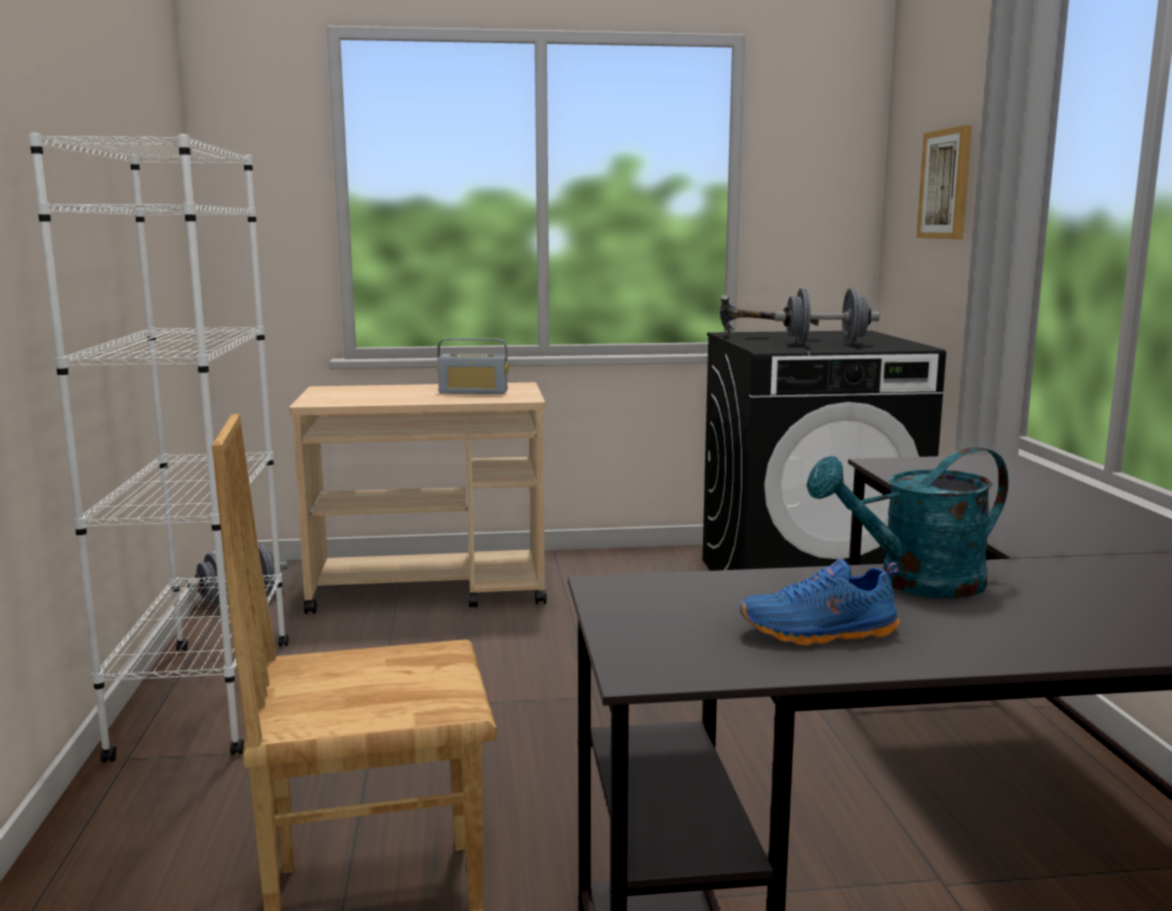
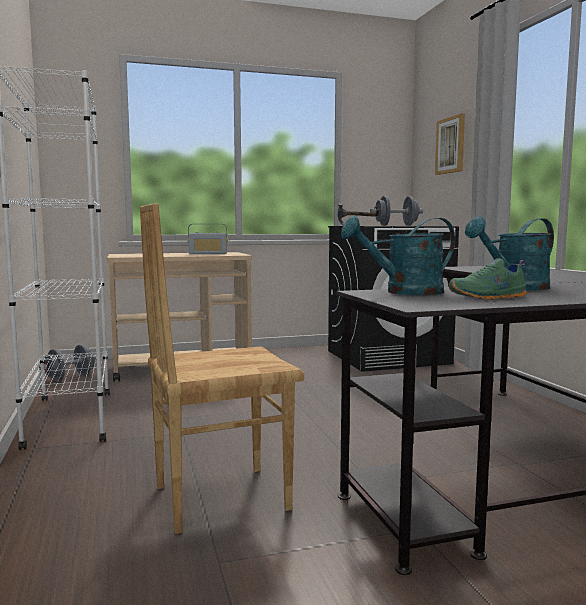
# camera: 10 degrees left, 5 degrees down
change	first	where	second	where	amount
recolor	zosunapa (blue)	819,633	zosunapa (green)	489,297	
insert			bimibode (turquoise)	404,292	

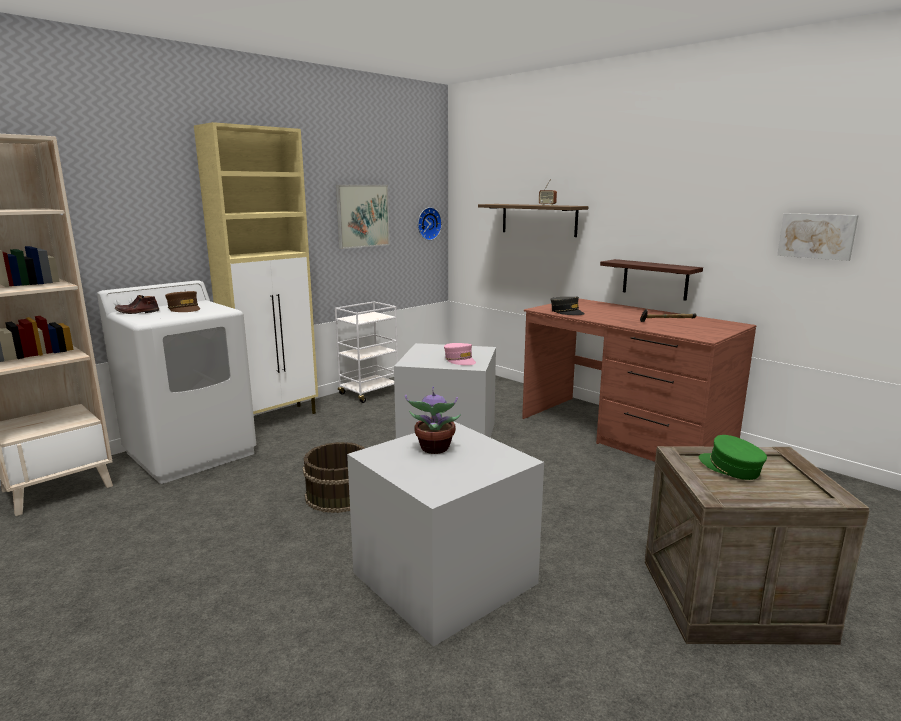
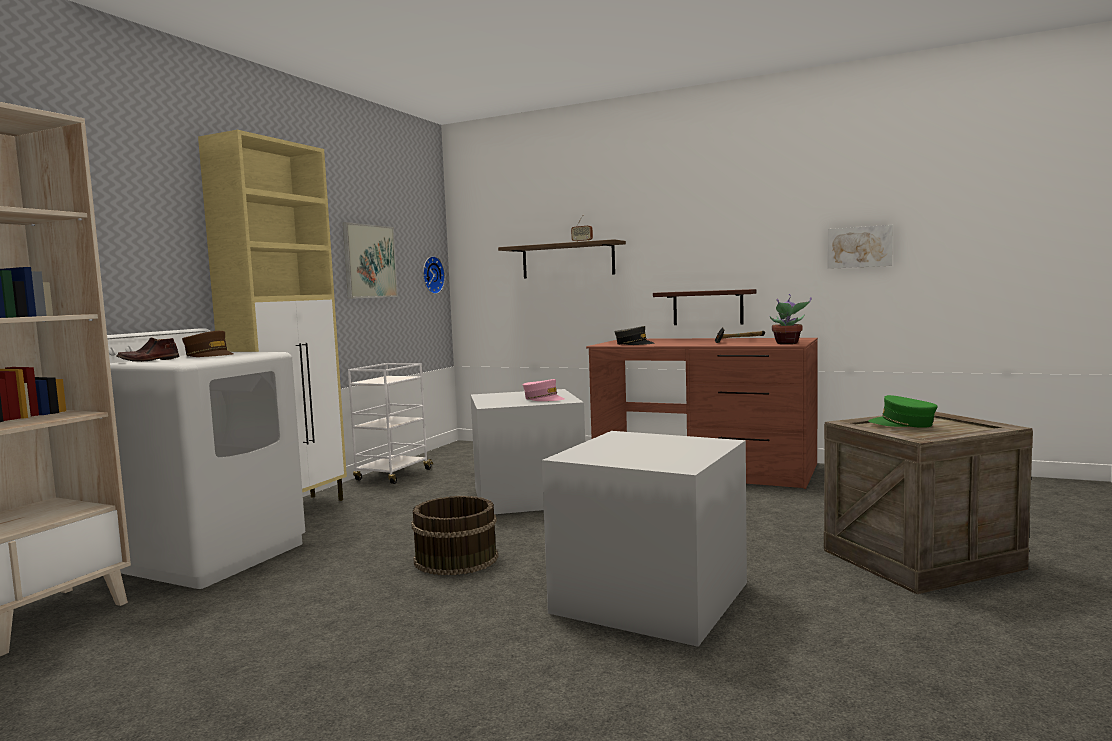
# camera: 20 degrees left, 10 degrees down
change	first	where	second	where	amount
move	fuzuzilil	434,449		787,343	

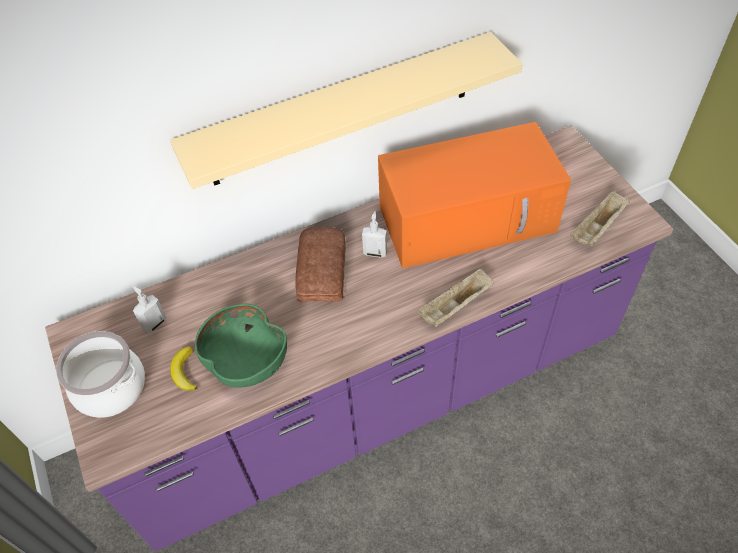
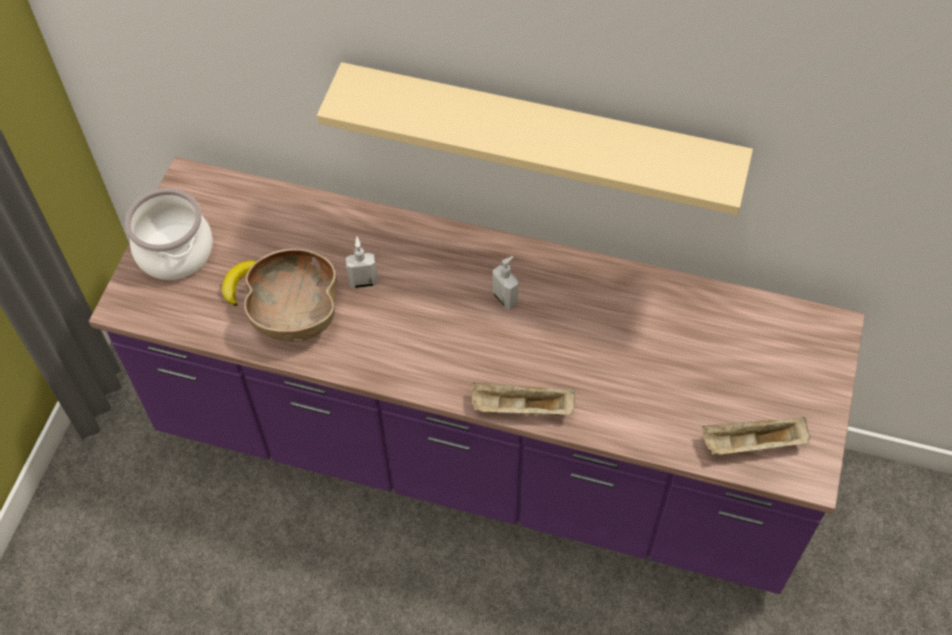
# camera: 40 degrees right, 5 degrees up
change	first	where	second	where	amount
move	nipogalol	154,324		363,281	
recolor	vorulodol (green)	246,362	vorulodol (brown)	295,313	
delete	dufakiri	324,270			
delete	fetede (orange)	469,218			

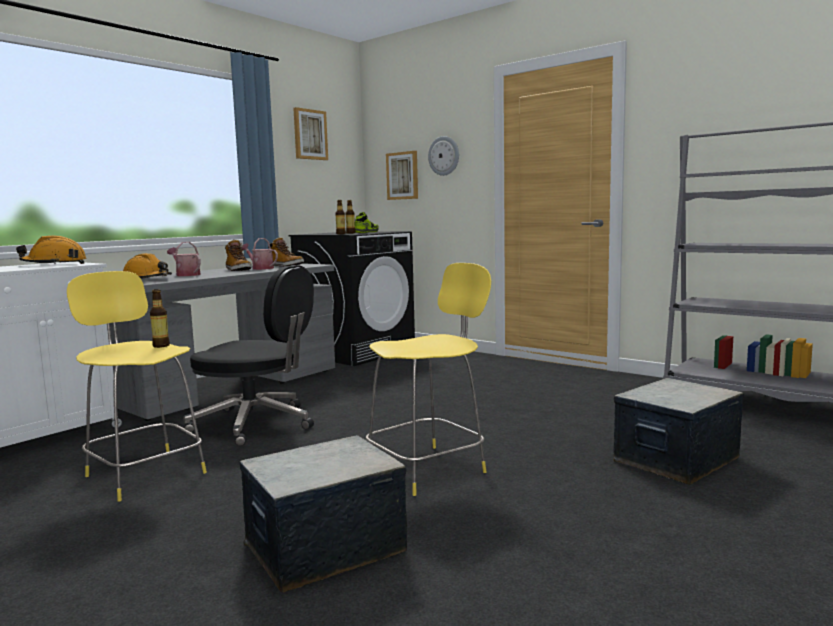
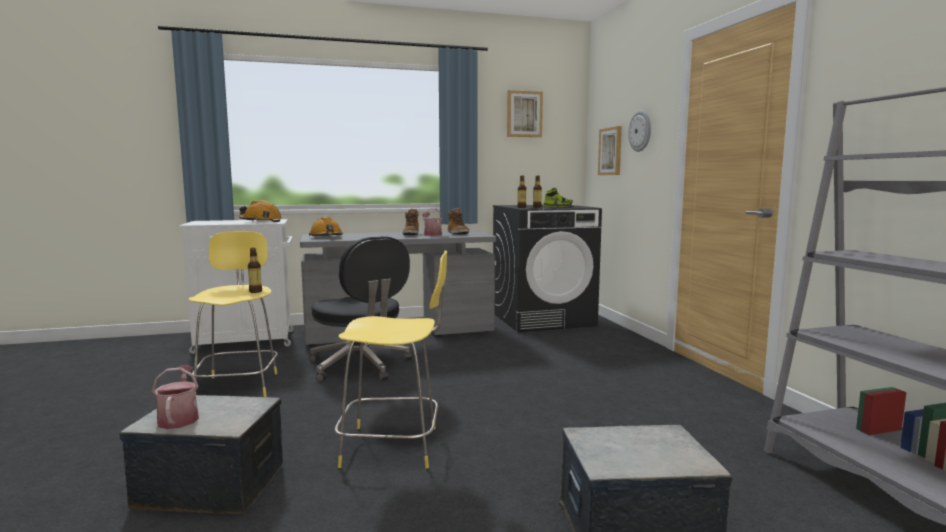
# camera: 35 degrees right, 0 degrees up
change	first	where	second	where	amount
move	bimibode	186,275		179,418	

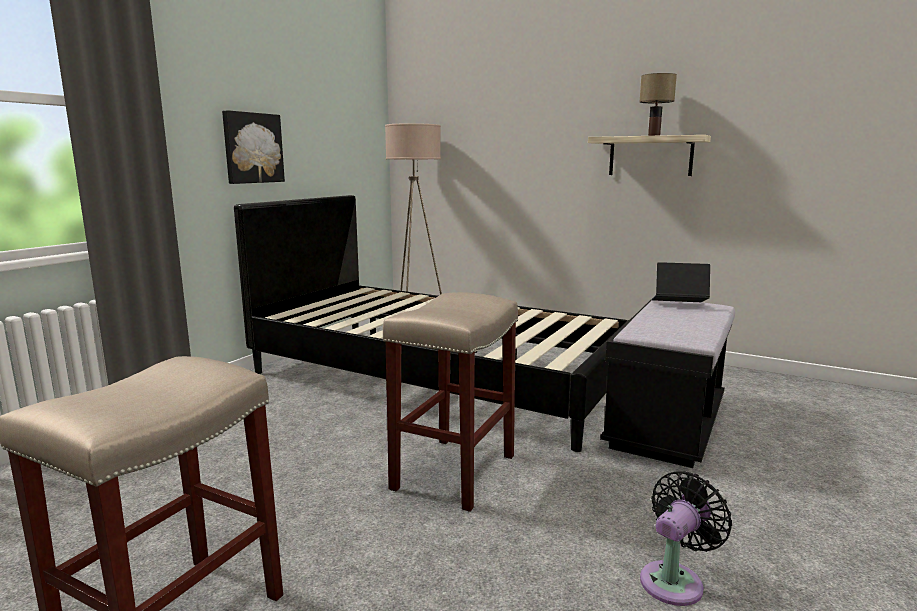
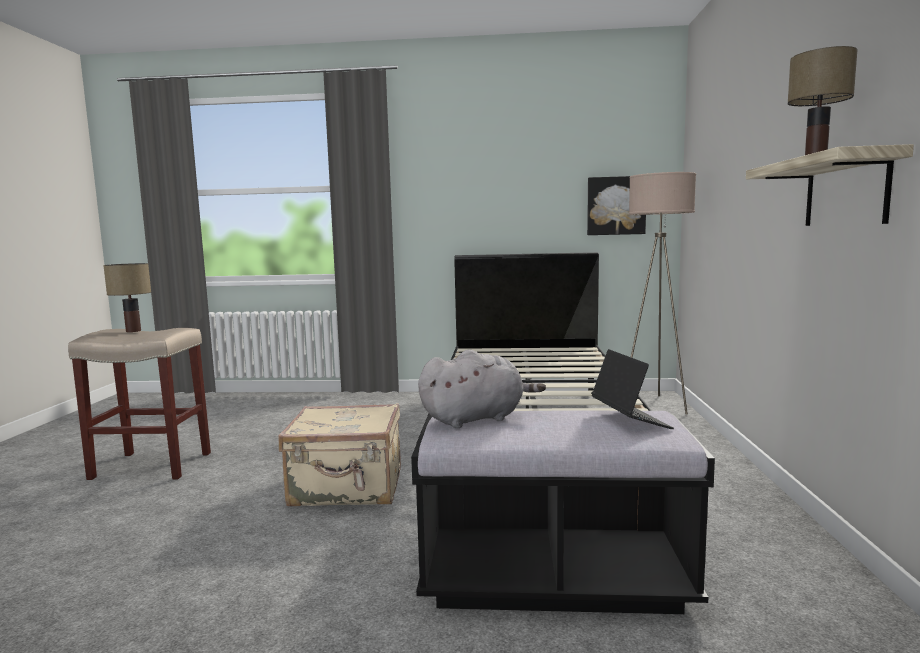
# camera: 65 degrees right, 5 degrees down
change	first	where	second	where	amount
move	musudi	252,148		616,206	
replace	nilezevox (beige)	454,471	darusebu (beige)	348,488	
delete	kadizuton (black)	675,580			
insert			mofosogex	134,331	
insert			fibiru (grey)	476,418	

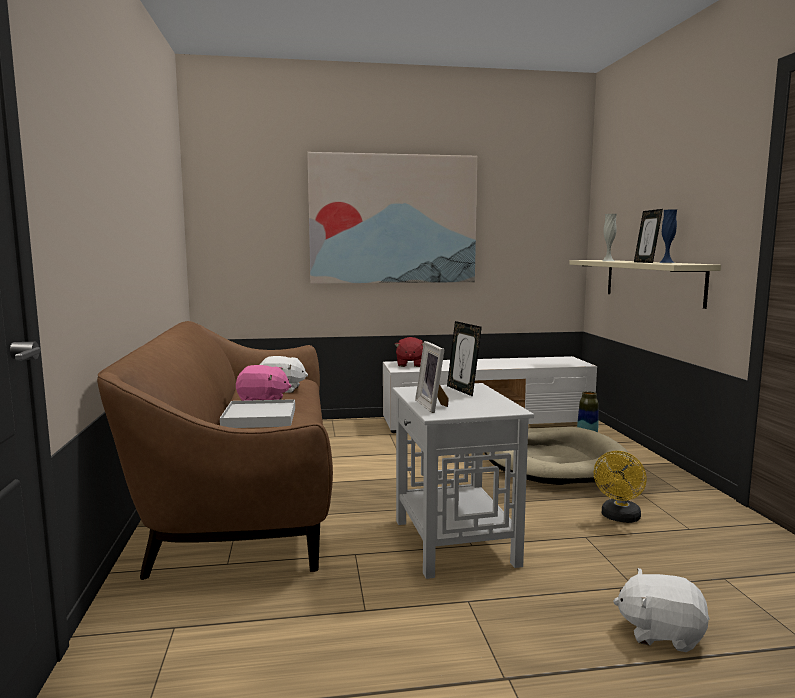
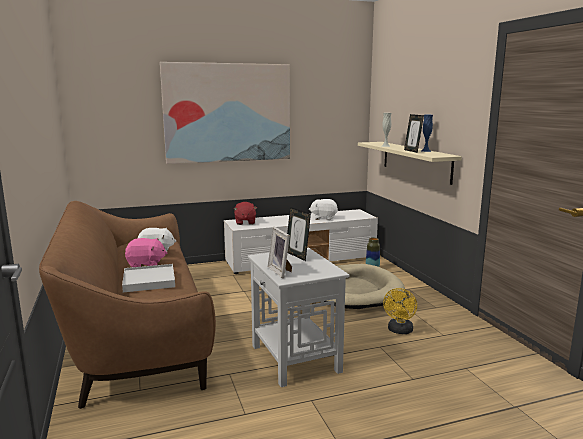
# camera: 10 degrees left, 5 degrees up
change	first	where	second	where	amount
move	fibiru (white)	661,633		324,218	

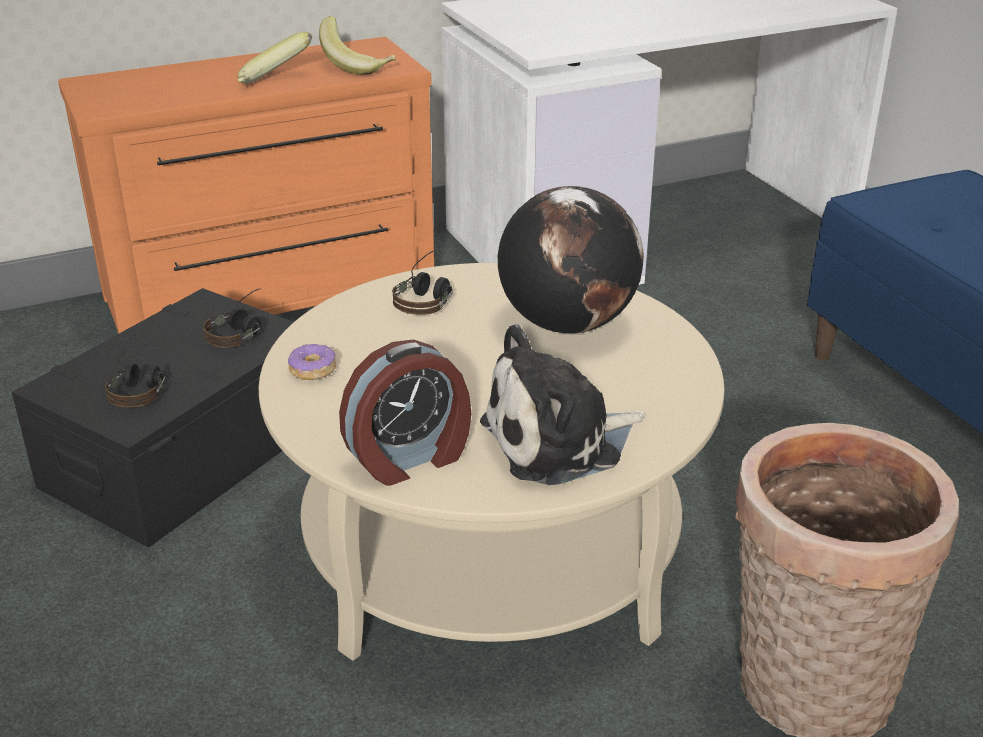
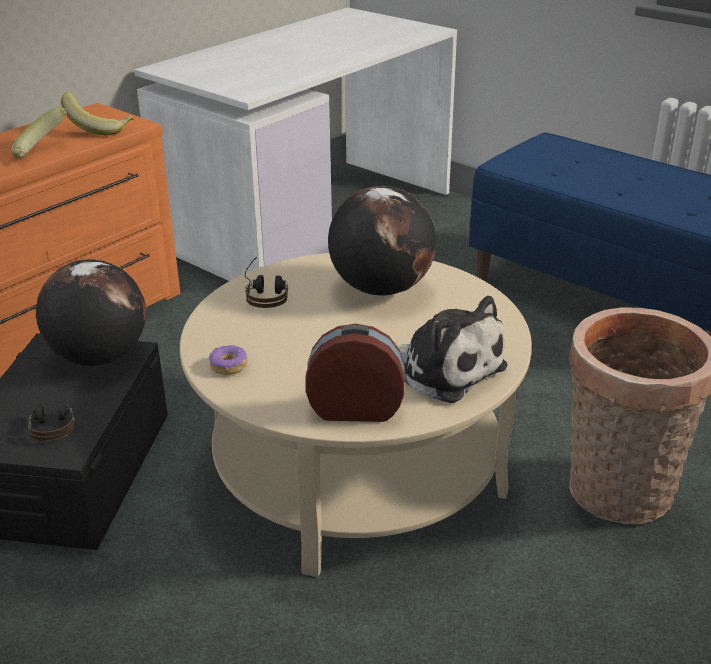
# camera: 25 degrees left, 0 degrees up
change	first	where	second	where	amount
replace	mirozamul	242,330	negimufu	99,357	
rotate	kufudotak	410,458		355,408	120 degrees counterclockwise
rotate	fibiru	559,441		444,368	90 degrees counterclockwise

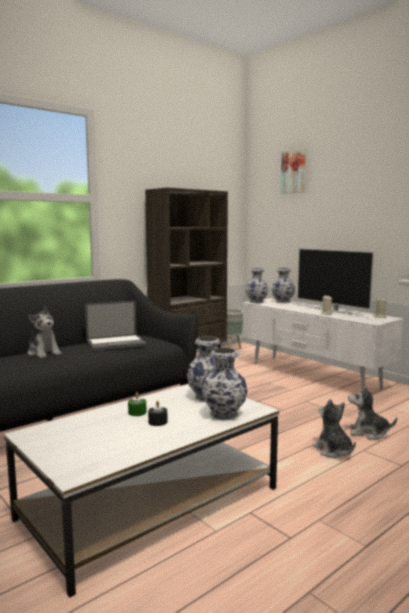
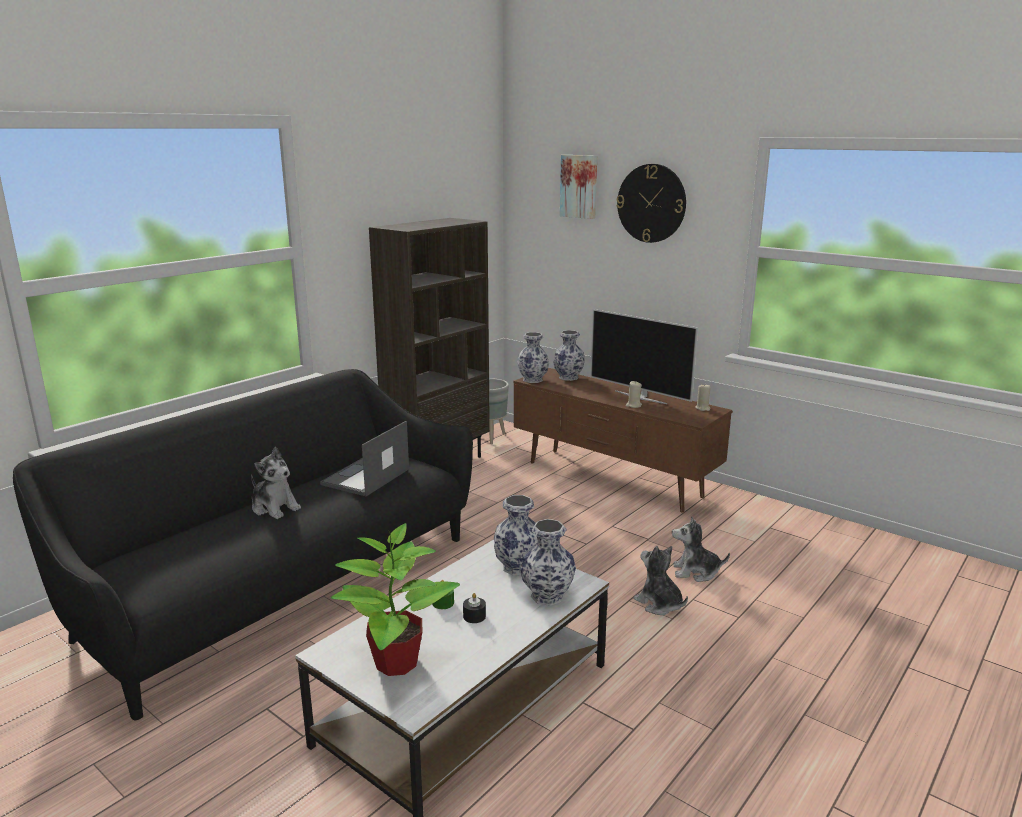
# camera: 10 degrees left, 10 degrees up
change	first	where	second	where	amount
rotate	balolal	116,343		365,477	150 degrees clockwise
recolor	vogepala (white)	312,376	vogepala (brown)	612,480	
insert			fuzuzilil	395,663	
insert			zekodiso	651,203	

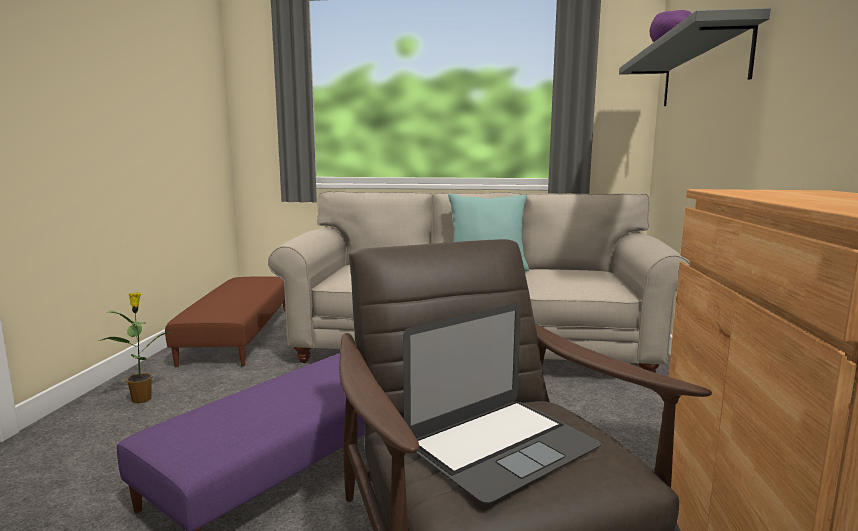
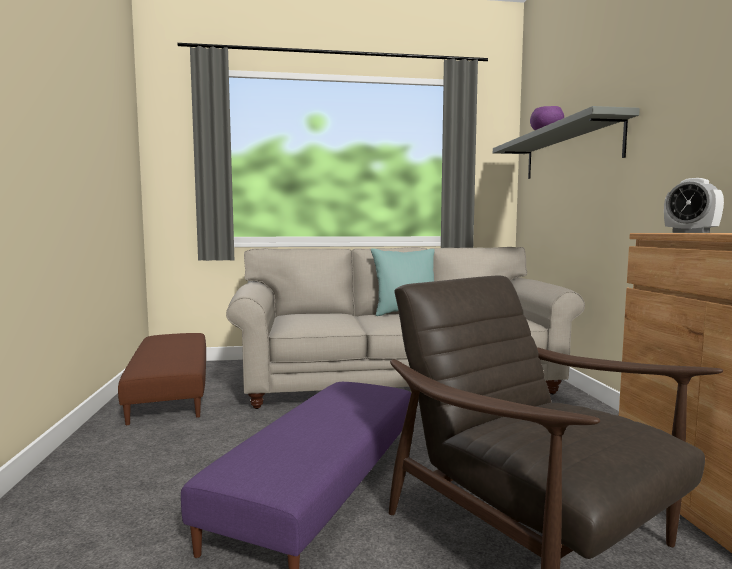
# camera: 15 degrees left, 5 degrees down
change	first	where	second	where	amount
delete	fuzuzilil	142,398			
delete	balolal	501,445			
insert			kufudotak	690,232	

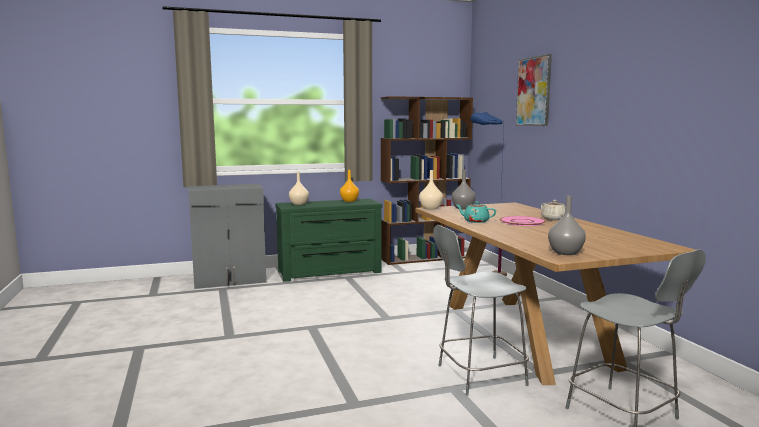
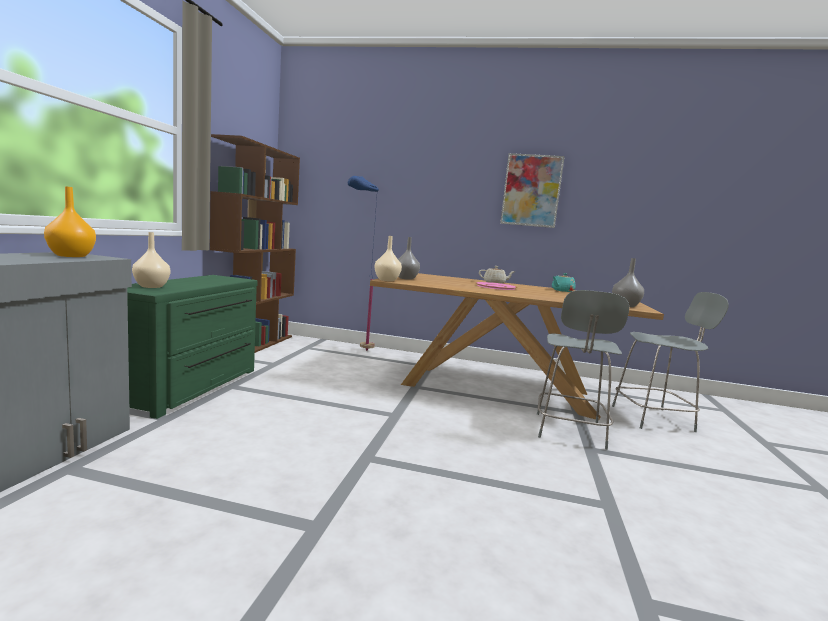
# camera: 60 degrees left, 0 degrees up
change	first	where	second	where	amount
move	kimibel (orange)	349,201		71,256	
move	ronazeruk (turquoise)	475,221		562,291	
move	musudi	534,91		531,190	

